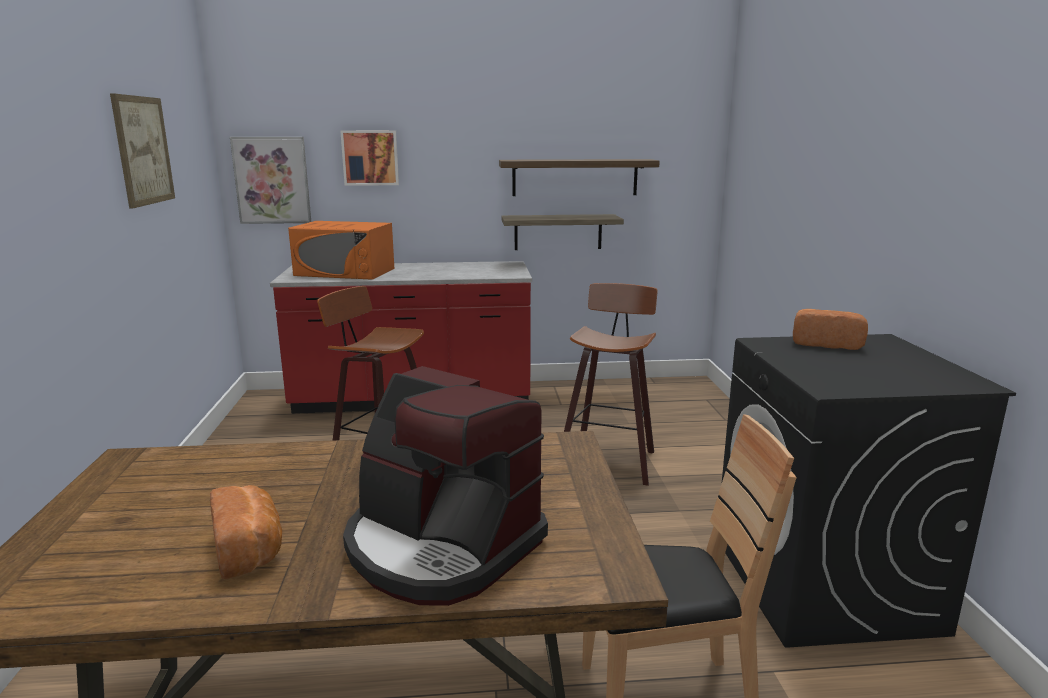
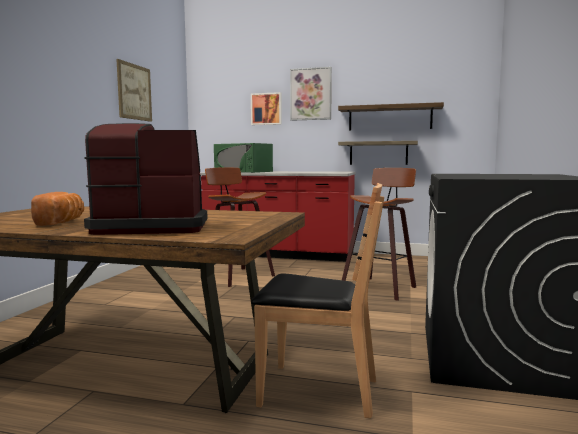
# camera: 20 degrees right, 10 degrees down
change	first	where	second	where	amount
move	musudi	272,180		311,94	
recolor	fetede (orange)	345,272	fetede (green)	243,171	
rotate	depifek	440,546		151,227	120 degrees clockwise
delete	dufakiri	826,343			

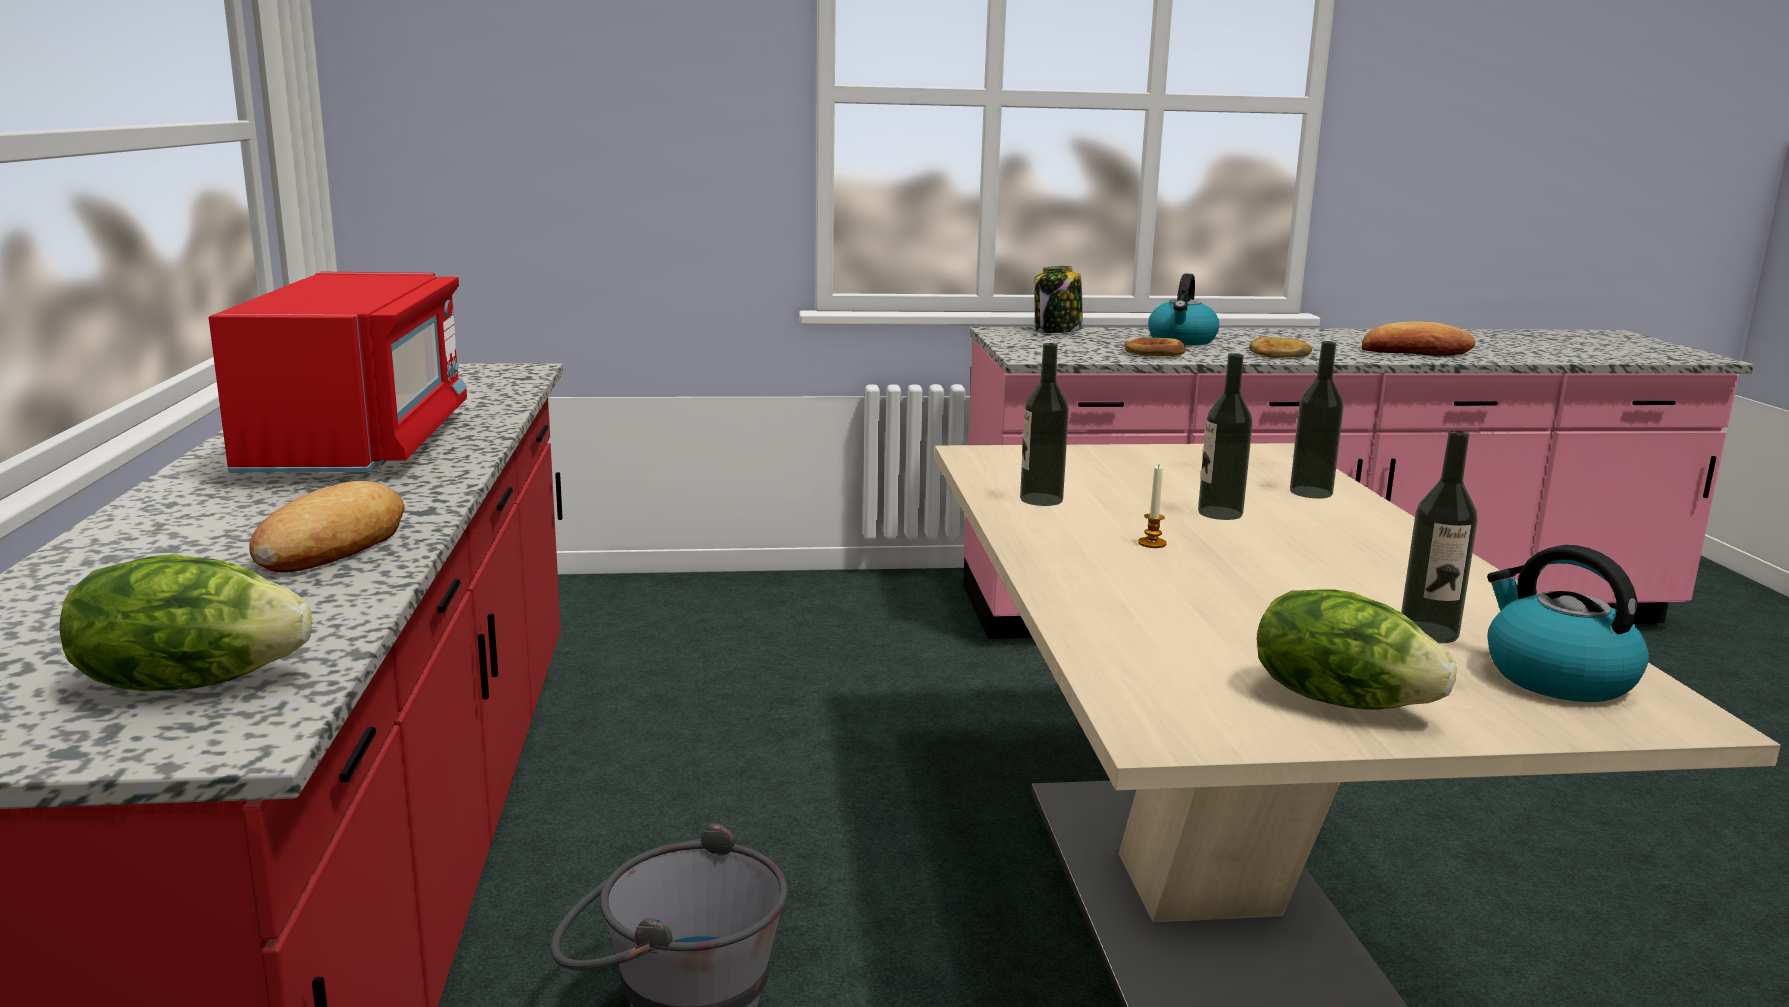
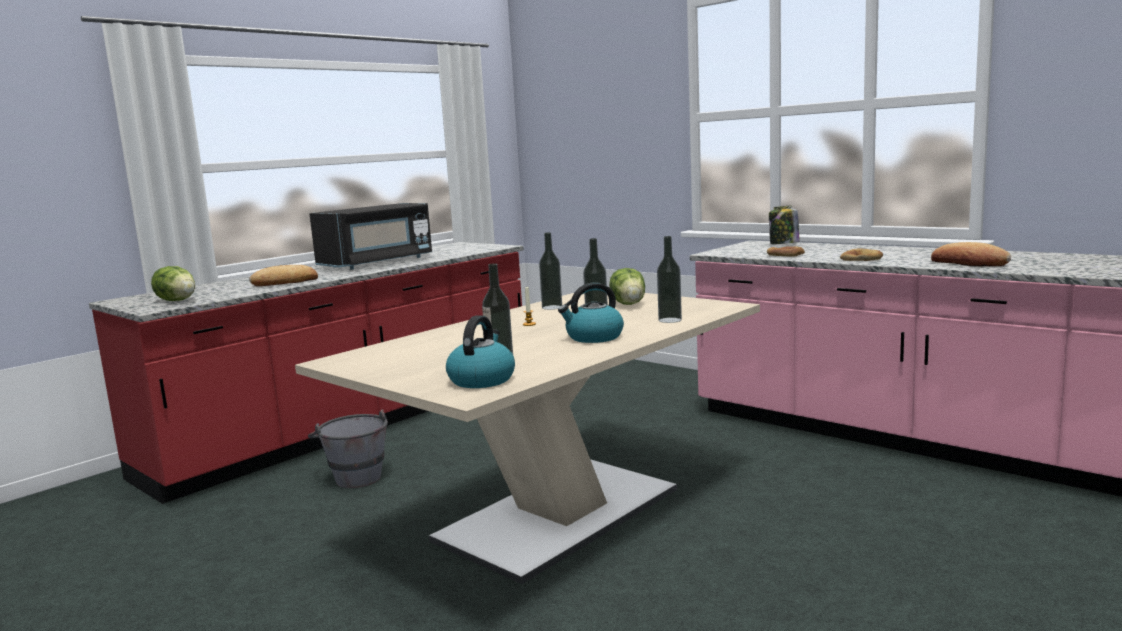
# camera: 50 degrees right, 5 degrees down
change	first	where	second	where	amount
recolor	fetede (red)	360,444	fetede (black)	378,262	
move	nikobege	1182,341		593,337	
move	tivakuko	1340,700		629,304	

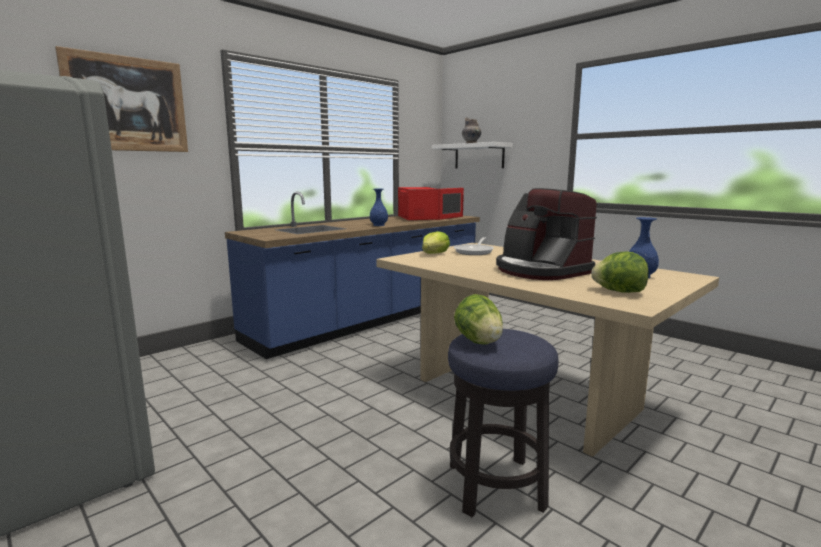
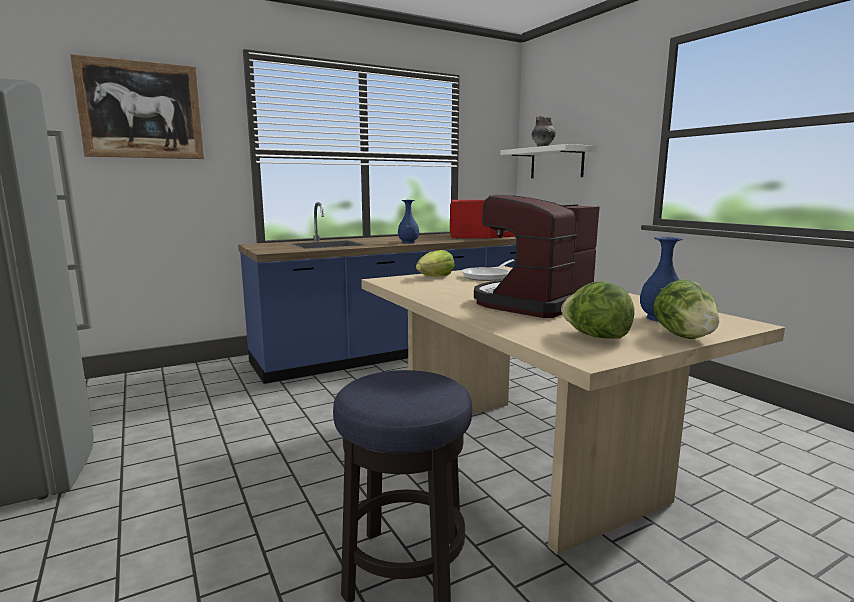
# camera: 15 degrees right, 0 degrees up
change	first	where	second	where	amount
move	tivakuko	478,341		684,336	
rotate	depifek	540,270		532,303	60 degrees clockwise

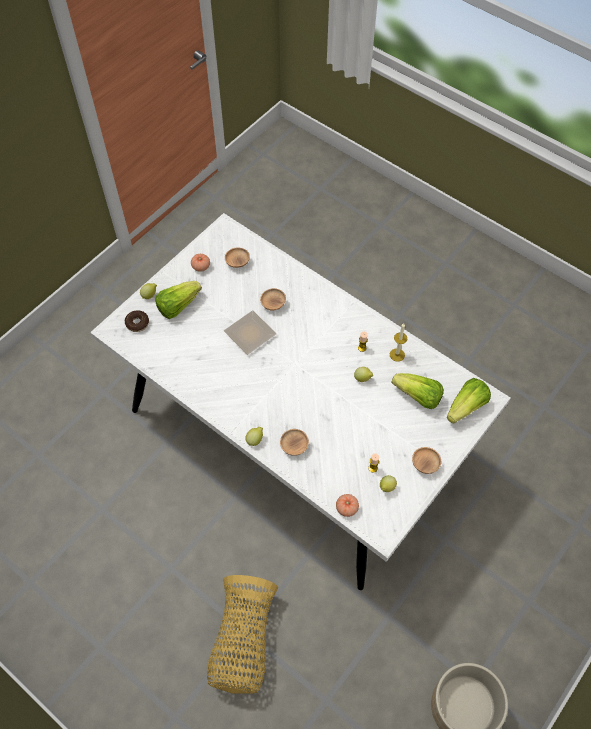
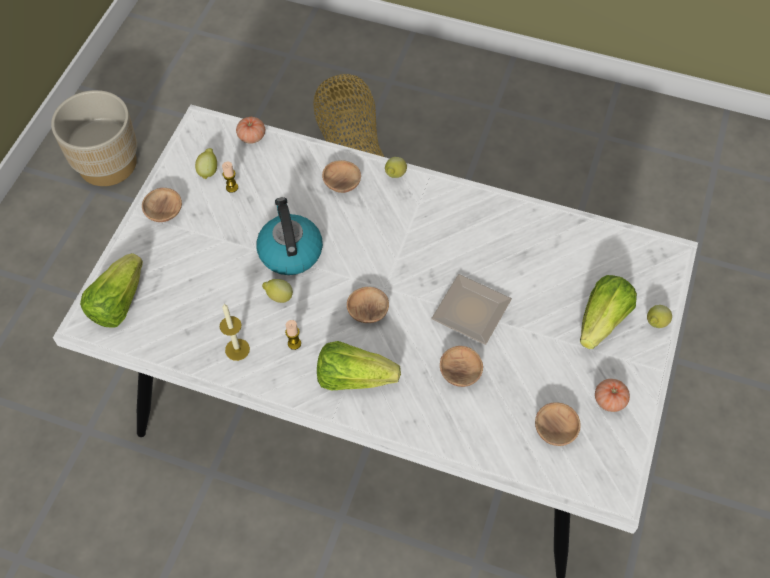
# camera: 160 degrees right, 0 degrees up
change	first	where	second	where	amount
delete	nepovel	137,323			
move	tivakuko	418,397		353,377	
insert			nikobege	290,251	
insert			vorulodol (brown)	368,311	

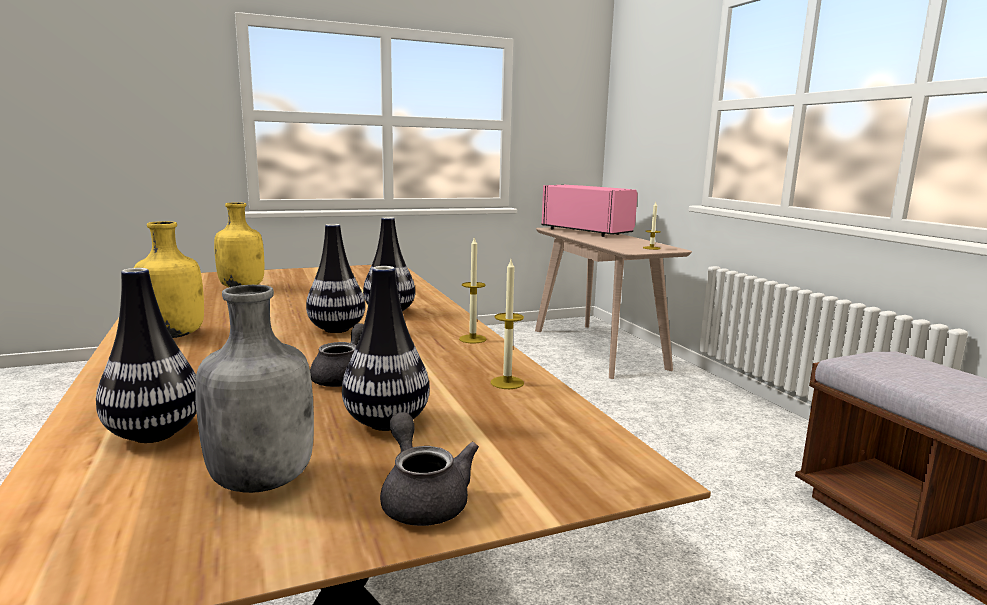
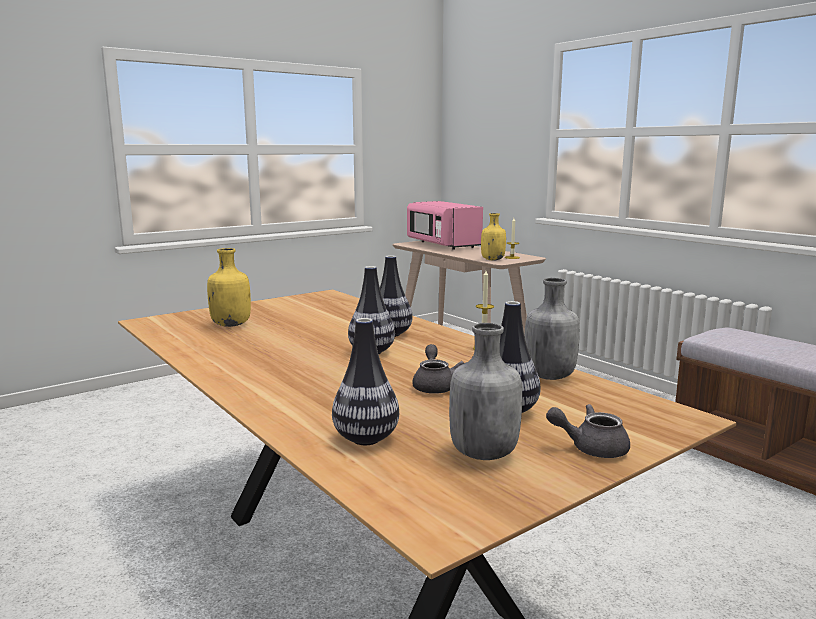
# camera: 15 degrees left, 0 degrees up
change	first	where	second	where	amount
move	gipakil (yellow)	174,335		492,260	
rotate	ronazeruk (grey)	422,498		590,448	45 degrees counterclockwise
replace	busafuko	507,383	gipakil (grey)	549,376	
rotate	fetede (pink)	588,231		442,244	150 degrees counterclockwise

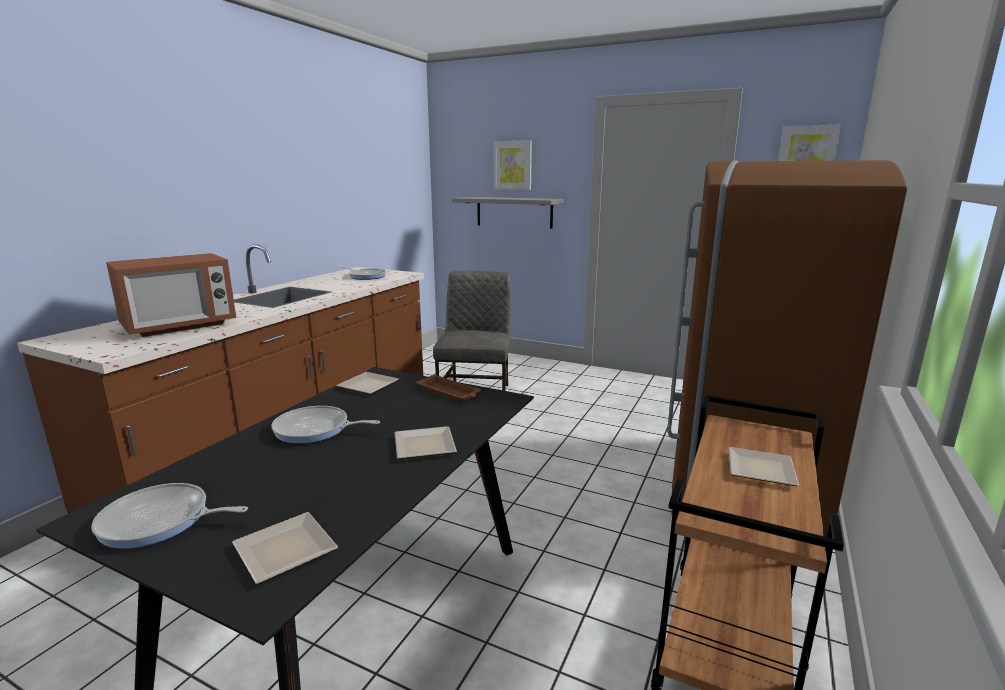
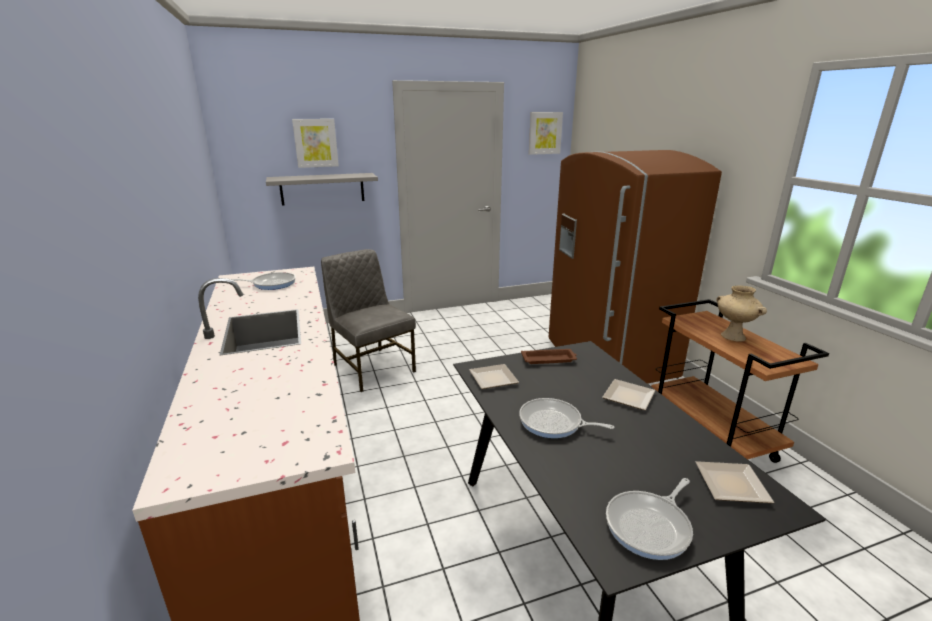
# camera: 45 degrees left, 5 degrees up
change	first	where	second	where	amount
delete	fetede	179,326			
rotate	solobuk	315,430		553,423	60 degrees clockwise
replace	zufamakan	758,468	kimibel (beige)	732,336	

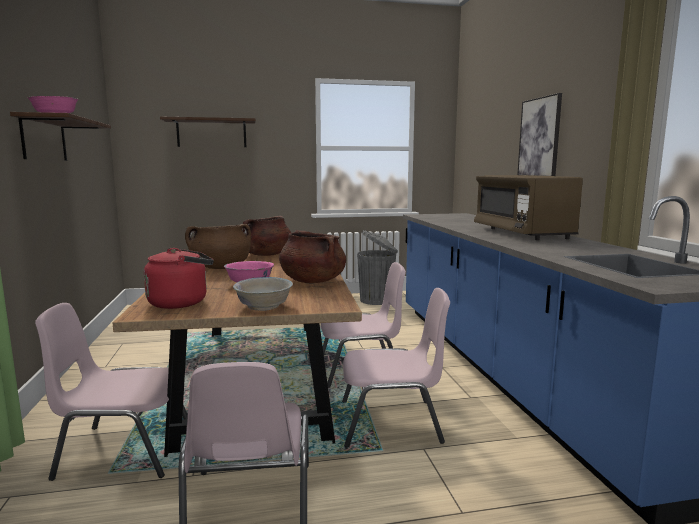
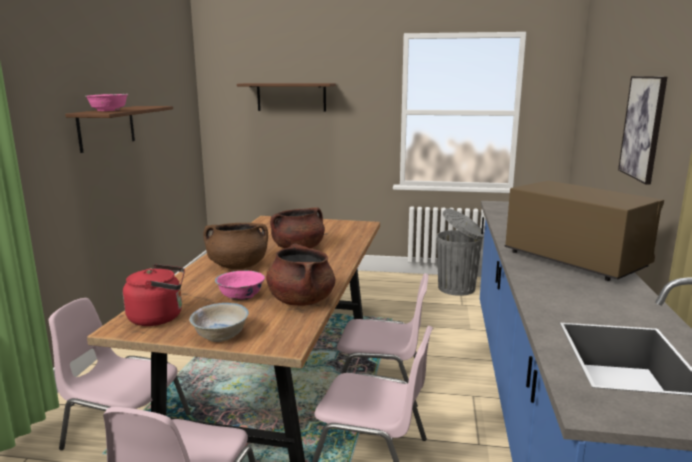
# camera: 20 degrees right, 5 degrees up
change	first	where	second	where	amount
rotate	fetede (brown)	521,233		574,261	135 degrees clockwise

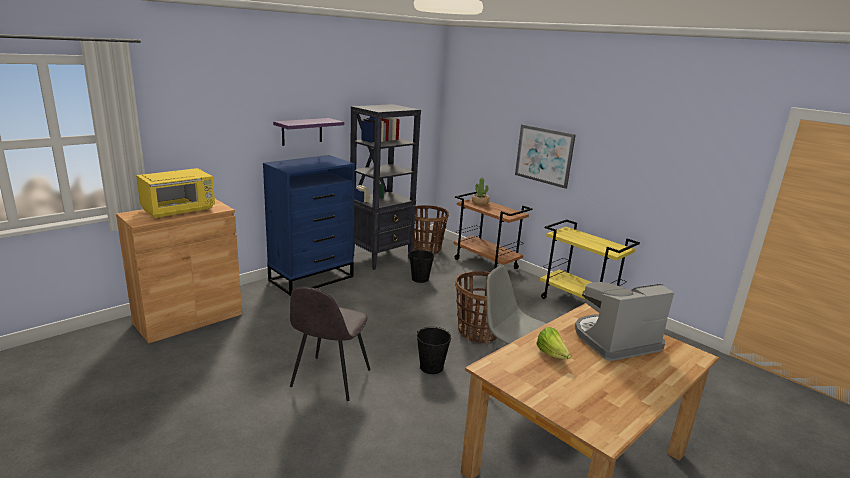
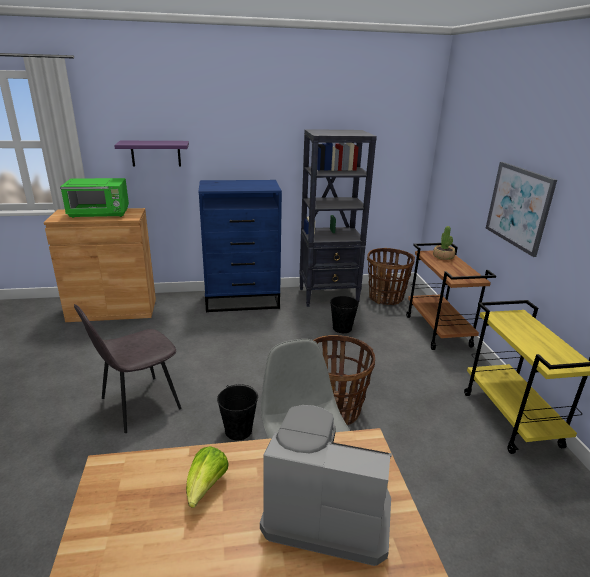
# camera: 35 degrees right, 5 degrees up
change	first	where	second	where	amount
recolor	fetede (yellow)	179,210	fetede (green)	100,214	
move	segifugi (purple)	302,131		156,153	

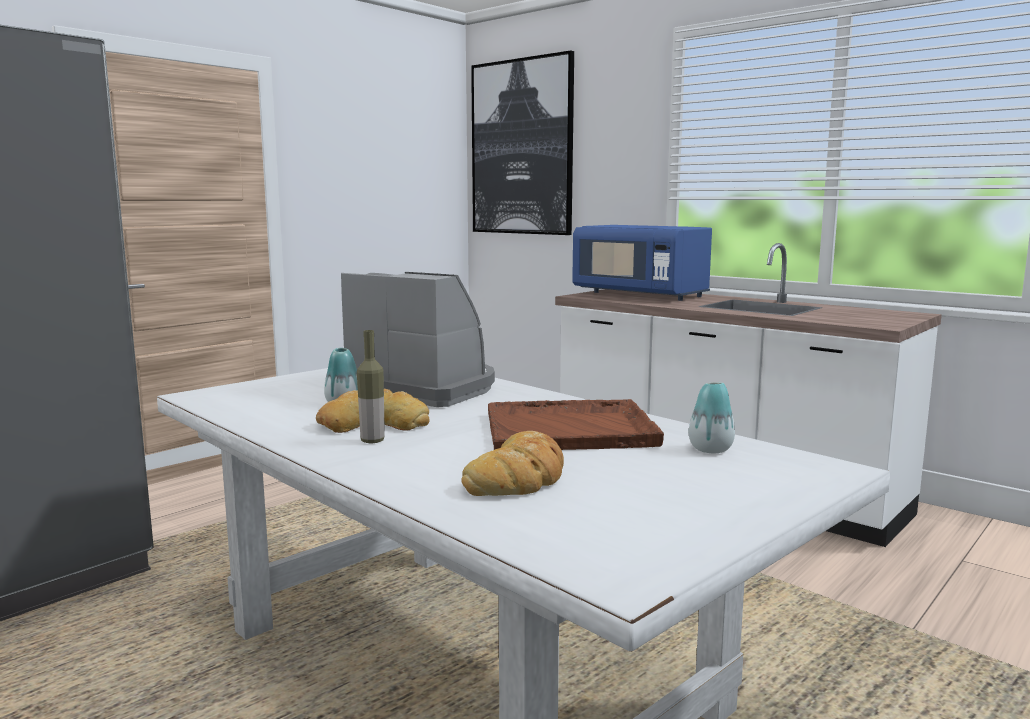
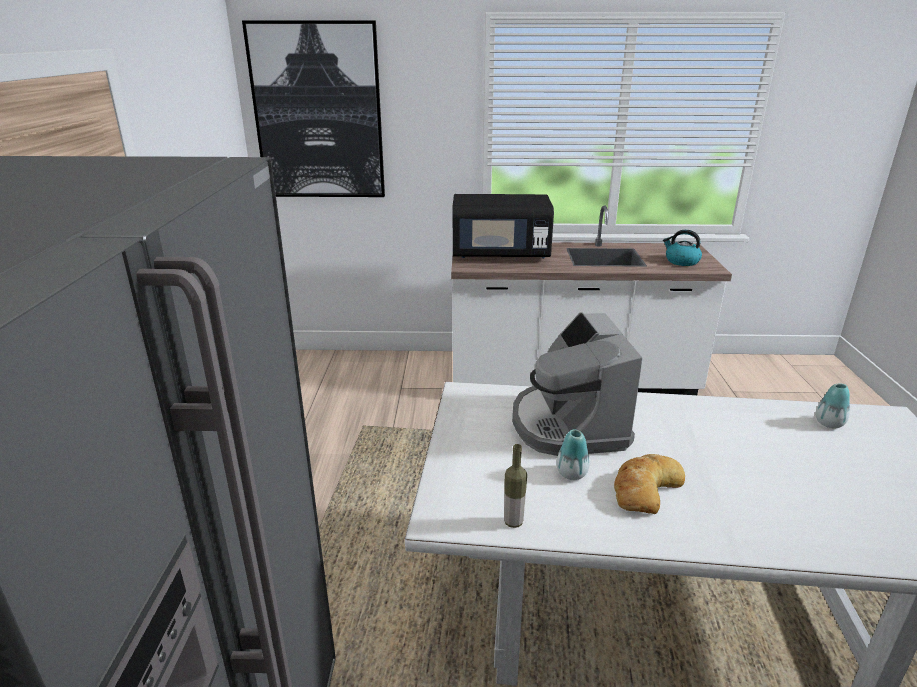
# camera: 40 degrees left, 15 degrees up
change	first	where	second	where	amount
rotate	depifek	425,388		568,424	90 degrees counterclockwise
move	gipakil	372,441		513,522	
delete	dufakiri	519,477			
delete	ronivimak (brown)	571,429			
recolor	fetede (blue)	640,295	fetede (black)	500,254	
insert			nikobege	681,261	

